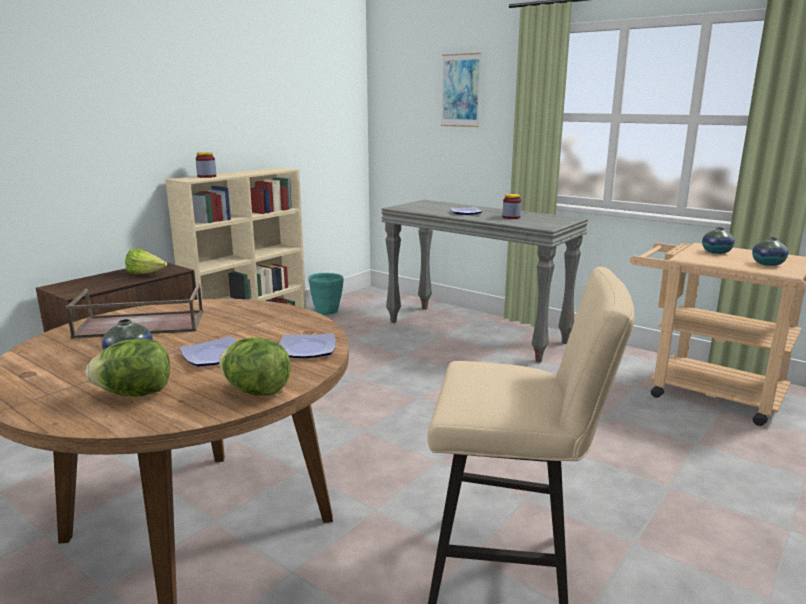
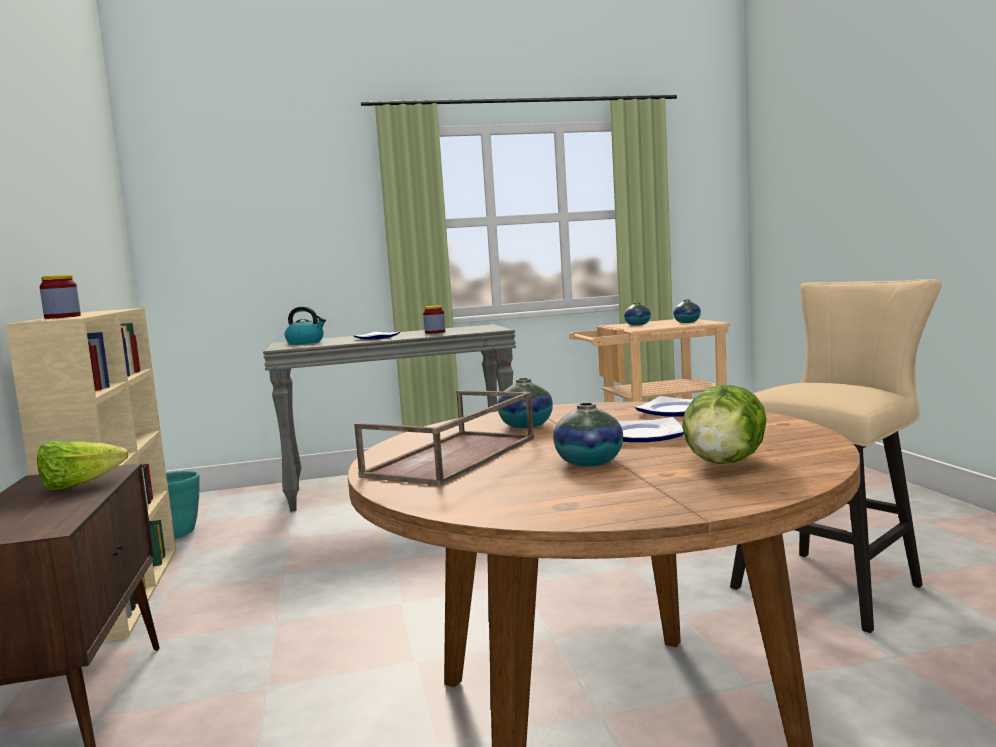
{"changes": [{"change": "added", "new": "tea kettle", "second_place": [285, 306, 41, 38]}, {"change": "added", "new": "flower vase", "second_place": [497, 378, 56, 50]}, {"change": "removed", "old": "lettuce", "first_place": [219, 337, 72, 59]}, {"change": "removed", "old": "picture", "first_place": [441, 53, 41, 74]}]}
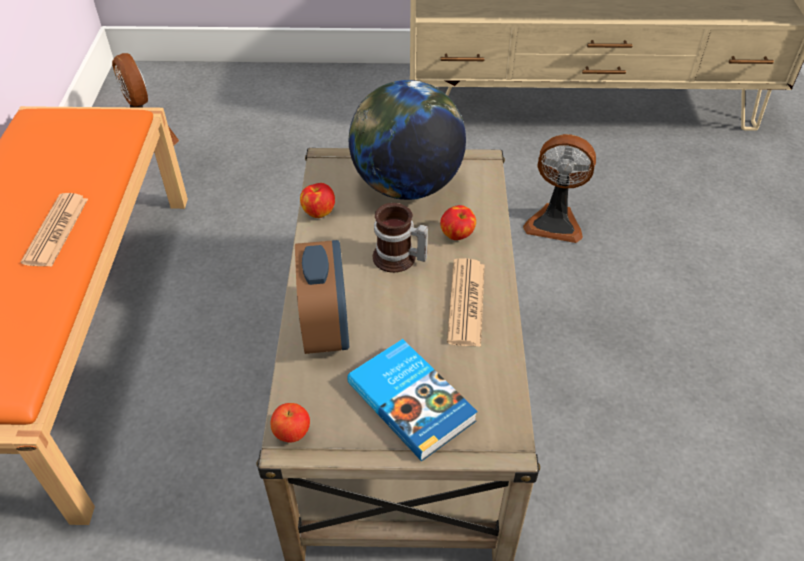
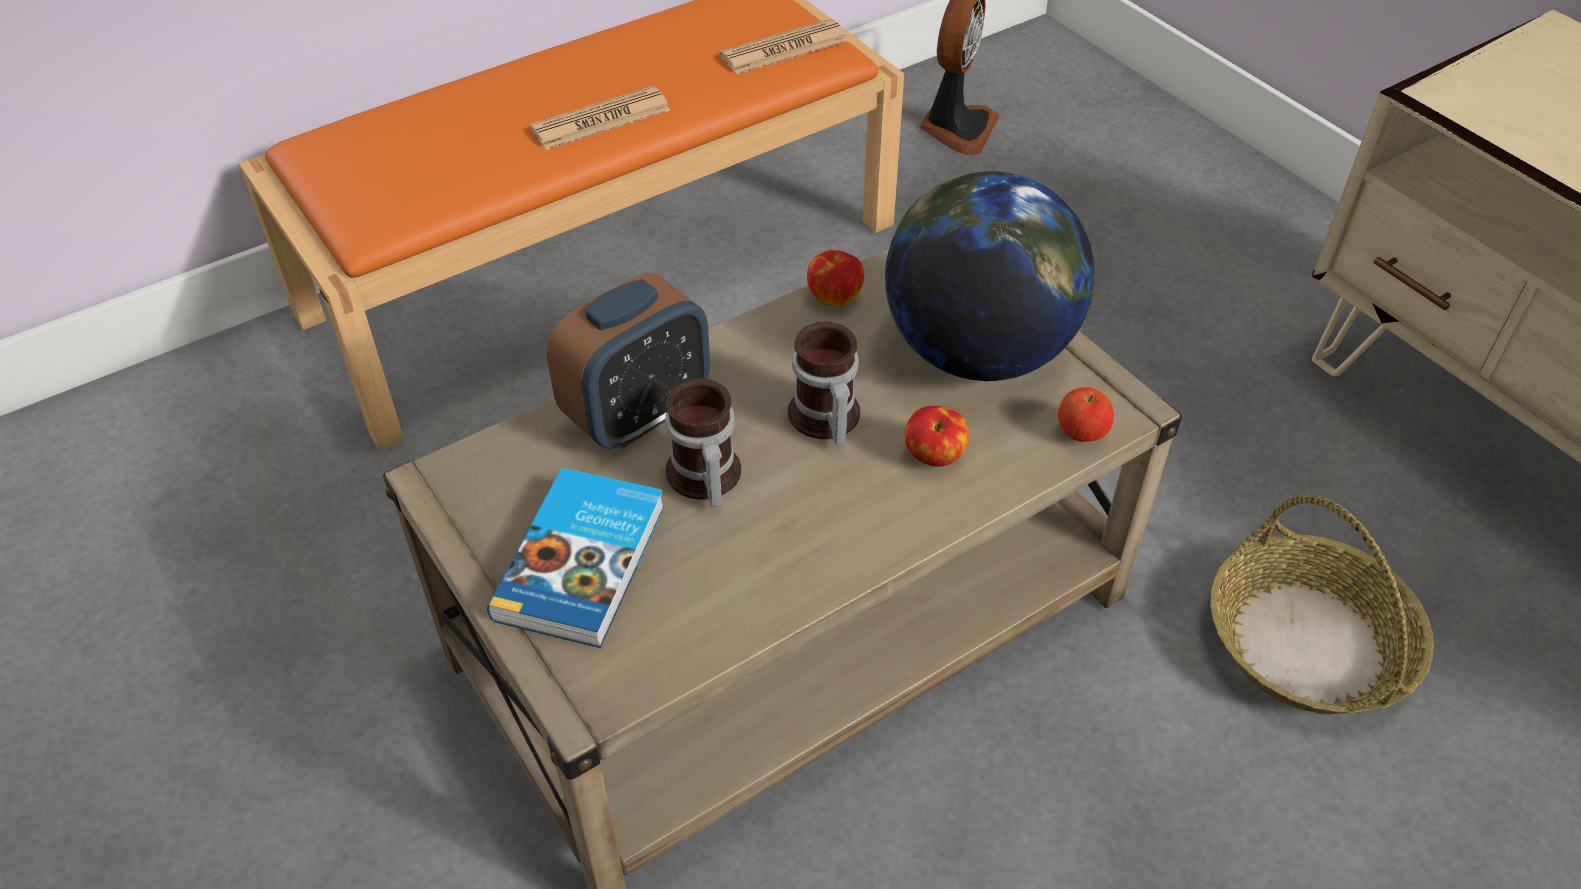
{"changes": [{"change": "added", "new": "tea mug", "second_place": [665, 378, 76, 129]}, {"change": "moved", "old": "newspaper", "first_place": [447, 258, 38, 89], "second_place": [719, 19, 130, 55]}, {"change": "moved", "old": "apple fruit", "first_place": [270, 403, 40, 40], "second_place": [1058, 387, 56, 55]}, {"change": "replaced", "old": "cooling fan", "new": "basket", "first_place": [523, 134, 73, 109], "second_place": [1210, 494, 224, 220]}]}
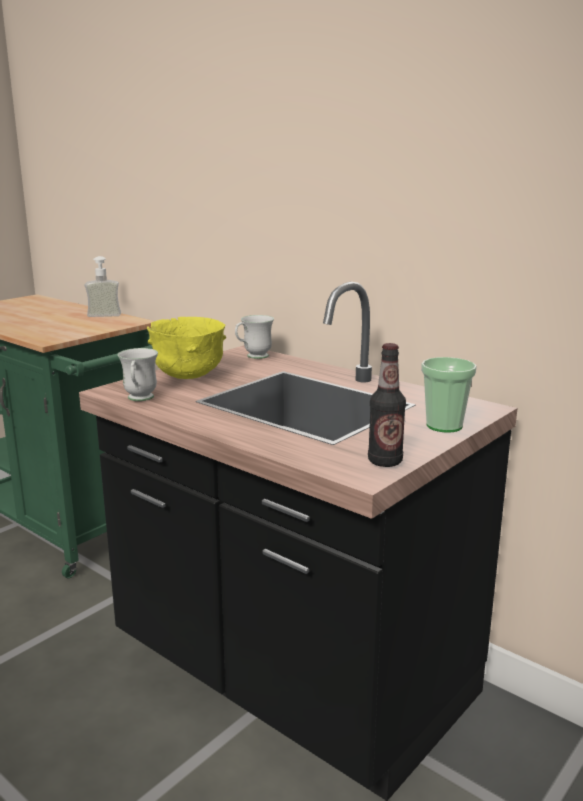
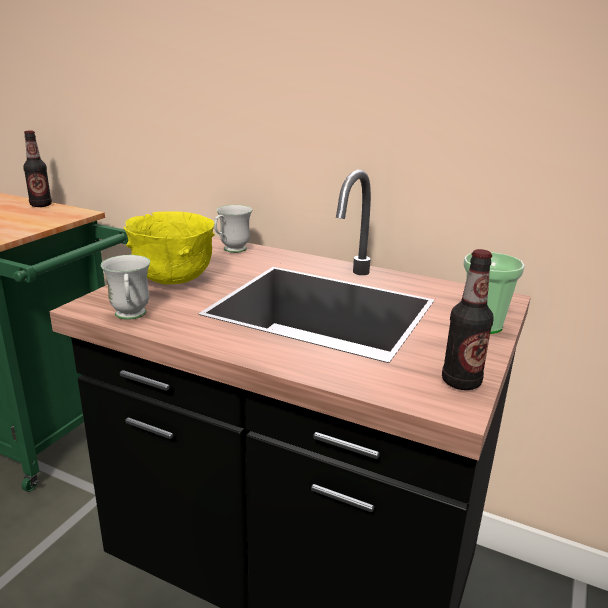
{"changes": [{"change": "replaced", "old": "soap bottle", "new": "beverage bottle", "first_place": [85, 256, 36, 61], "second_place": [23, 131, 29, 76]}]}
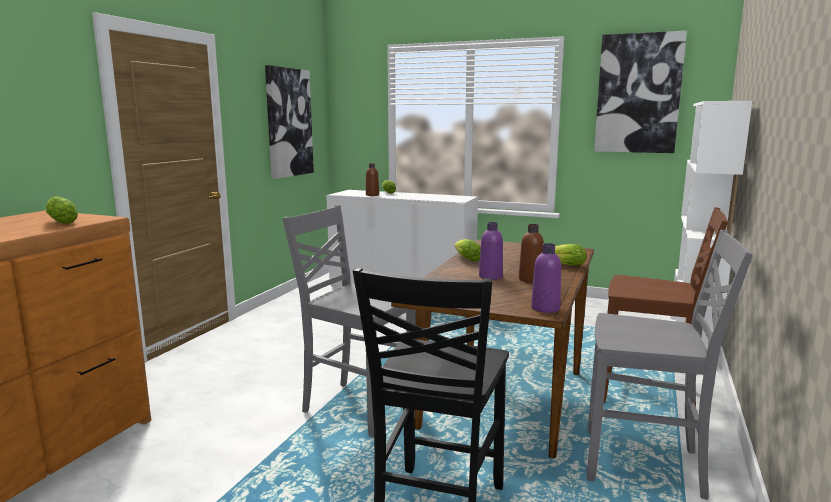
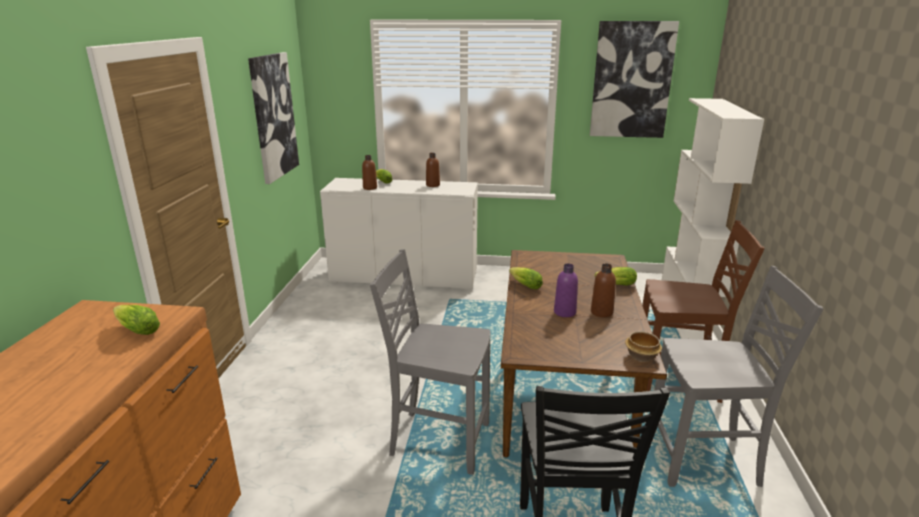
{"changes": [{"change": "added", "new": "brownish beverage bottle", "second_place": [426, 153, 14, 34]}, {"change": "replaced", "old": "purplish beverage bottle", "new": "serving bowl", "first_place": [531, 243, 30, 70], "second_place": [625, 331, 37, 31]}]}
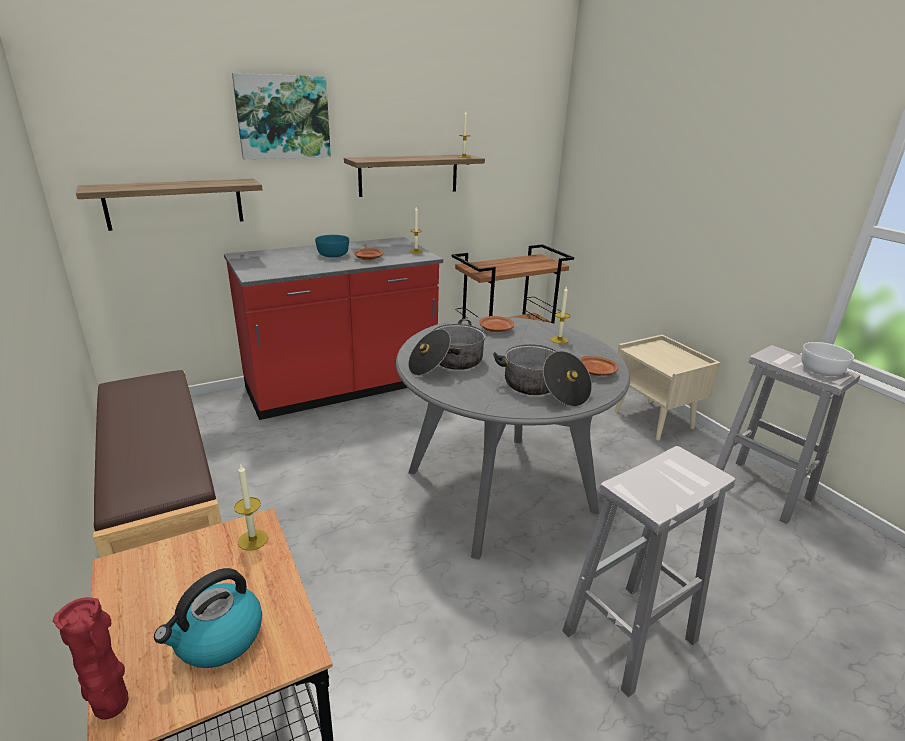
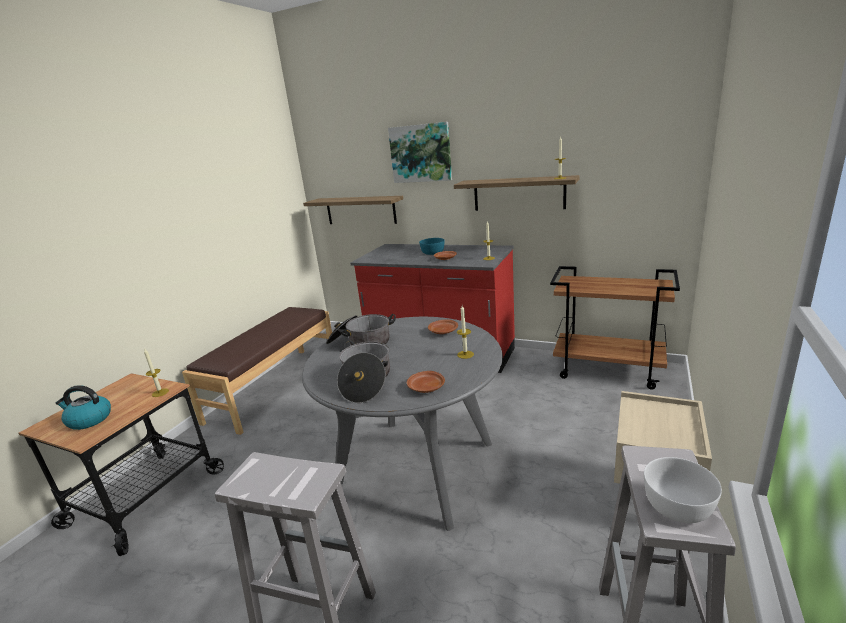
{"changes": [{"change": "removed", "old": "red-coloured flower vase", "first_place": [53, 597, 75, 122]}]}
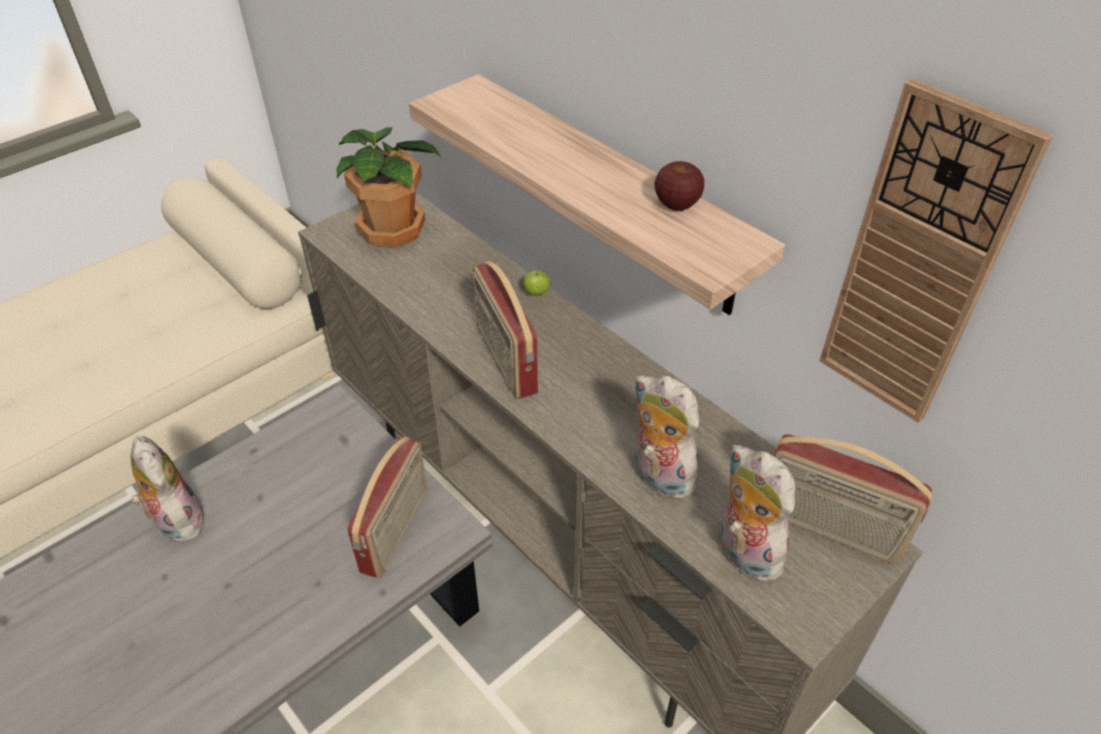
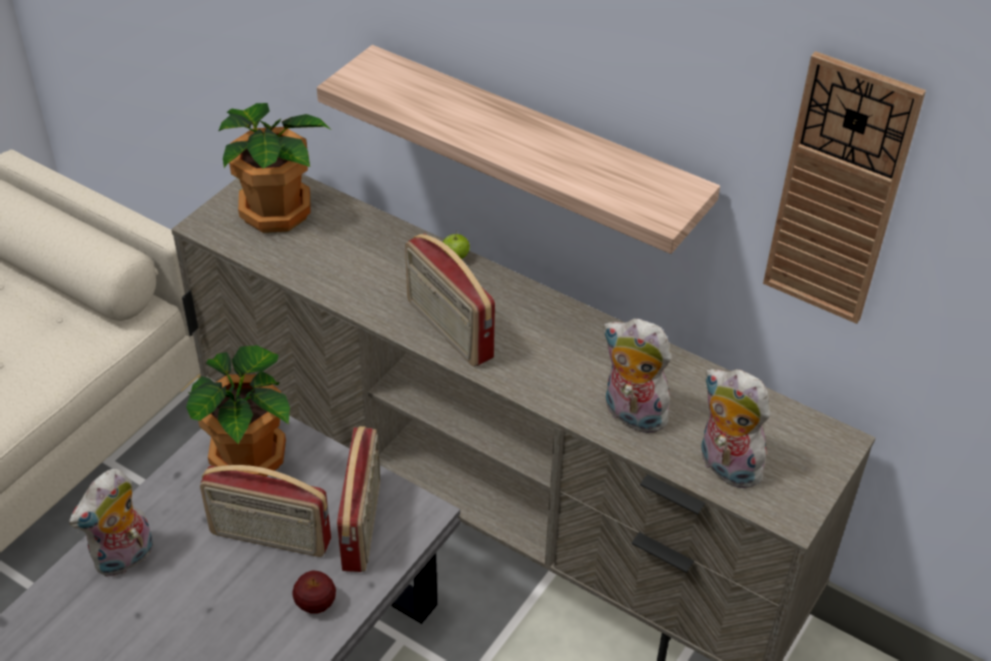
{"changes": [{"change": "turned", "old": "soft toy", "first_place": [131, 436, 74, 106], "second_place": [69, 469, 84, 109], "degrees": -90}, {"change": "added", "new": "houseplant", "second_place": [186, 345, 104, 132]}, {"change": "moved", "old": "radio receiver", "first_place": [773, 434, 159, 130], "second_place": [200, 465, 131, 92]}, {"change": "moved", "old": "apple fruit", "first_place": [654, 161, 50, 50], "second_place": [292, 570, 44, 44]}]}
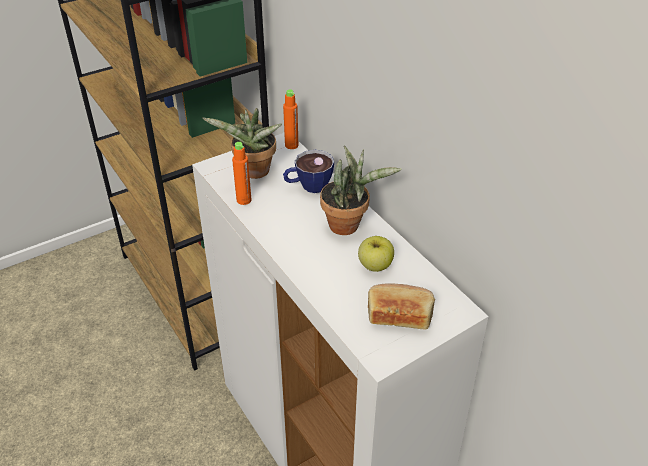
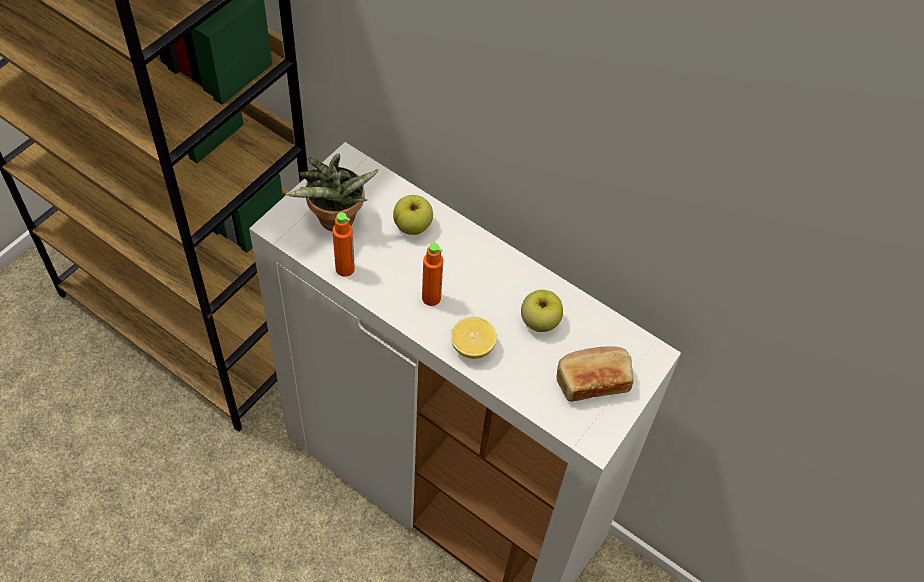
{"changes": [{"change": "replaced", "old": "small cup", "new": "apple fruit", "first_place": [283, 150, 51, 43], "second_place": [393, 195, 40, 40]}, {"change": "moved", "old": "orange-coloured beverage bottle", "first_place": [283, 89, 15, 60], "second_place": [422, 243, 21, 63]}, {"change": "added", "new": "whole lemon", "second_place": [451, 316, 46, 43]}, {"change": "removed", "old": "houseplant", "first_place": [320, 145, 82, 90]}]}
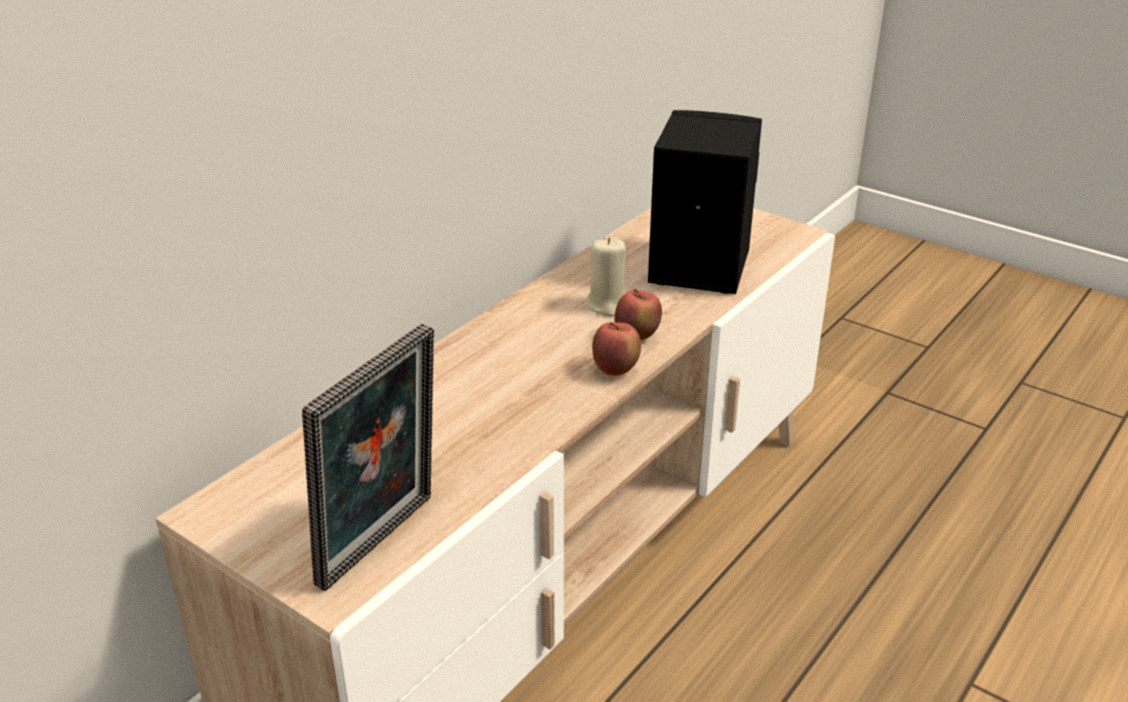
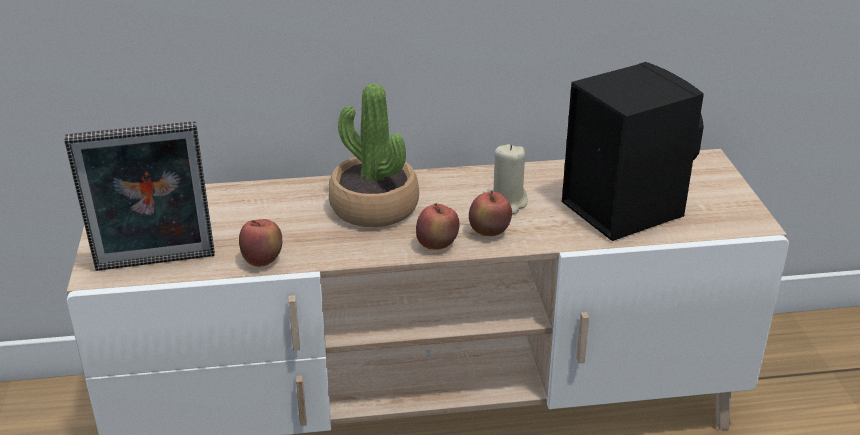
{"changes": [{"change": "added", "new": "apple fruit", "second_place": [239, 219, 43, 48]}, {"change": "added", "new": "houseplant", "second_place": [329, 83, 90, 144]}]}
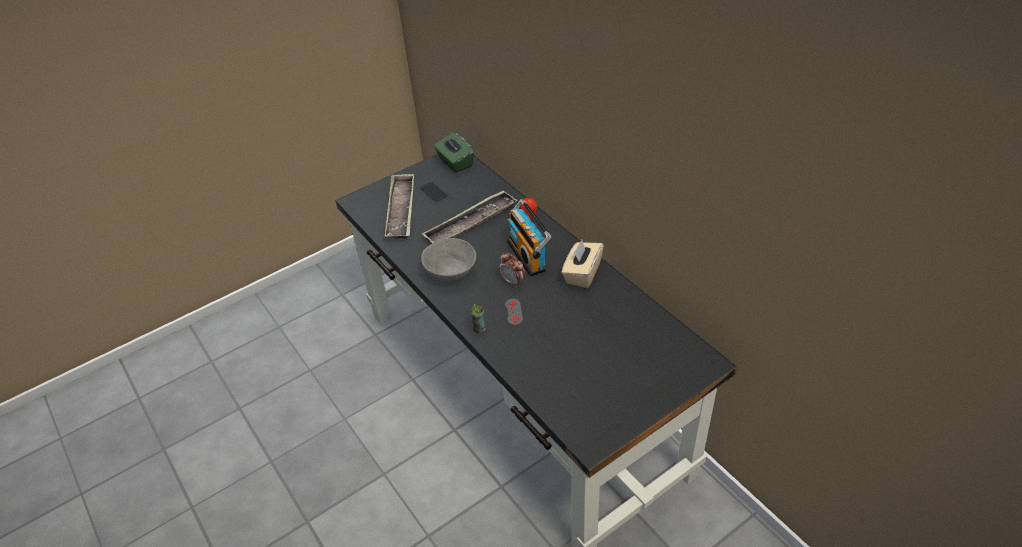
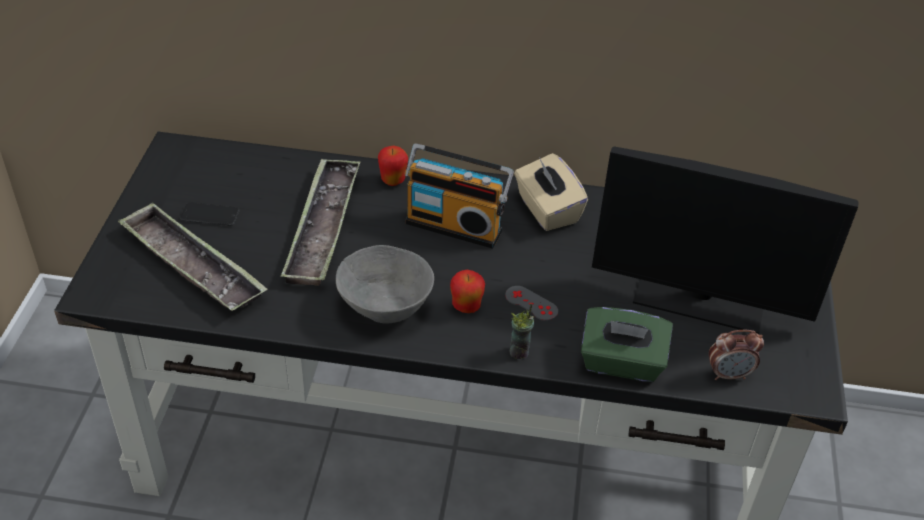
{"changes": [{"change": "added", "new": "apple fruit", "second_place": [450, 270, 35, 43]}, {"change": "moved", "old": "green tissue box", "first_place": [434, 132, 40, 41], "second_place": [581, 307, 92, 75]}, {"change": "added", "new": "monitor", "second_place": [592, 146, 267, 188]}, {"change": "moved", "old": "alarm clock", "first_place": [499, 253, 26, 34], "second_place": [709, 330, 55, 50]}]}
